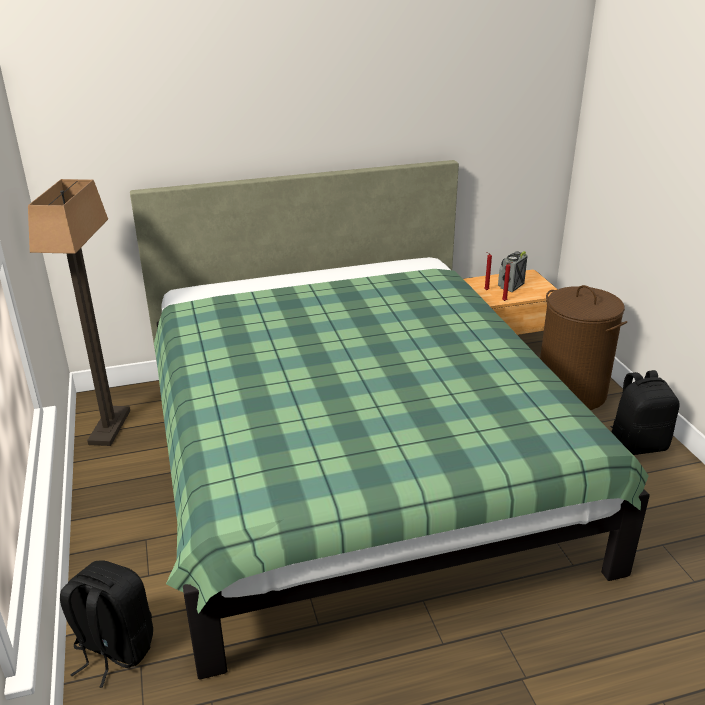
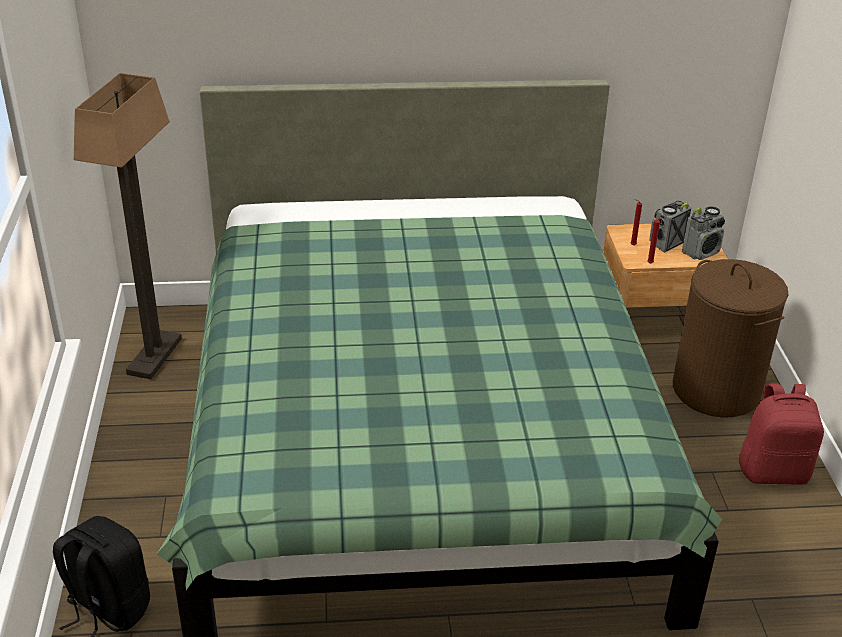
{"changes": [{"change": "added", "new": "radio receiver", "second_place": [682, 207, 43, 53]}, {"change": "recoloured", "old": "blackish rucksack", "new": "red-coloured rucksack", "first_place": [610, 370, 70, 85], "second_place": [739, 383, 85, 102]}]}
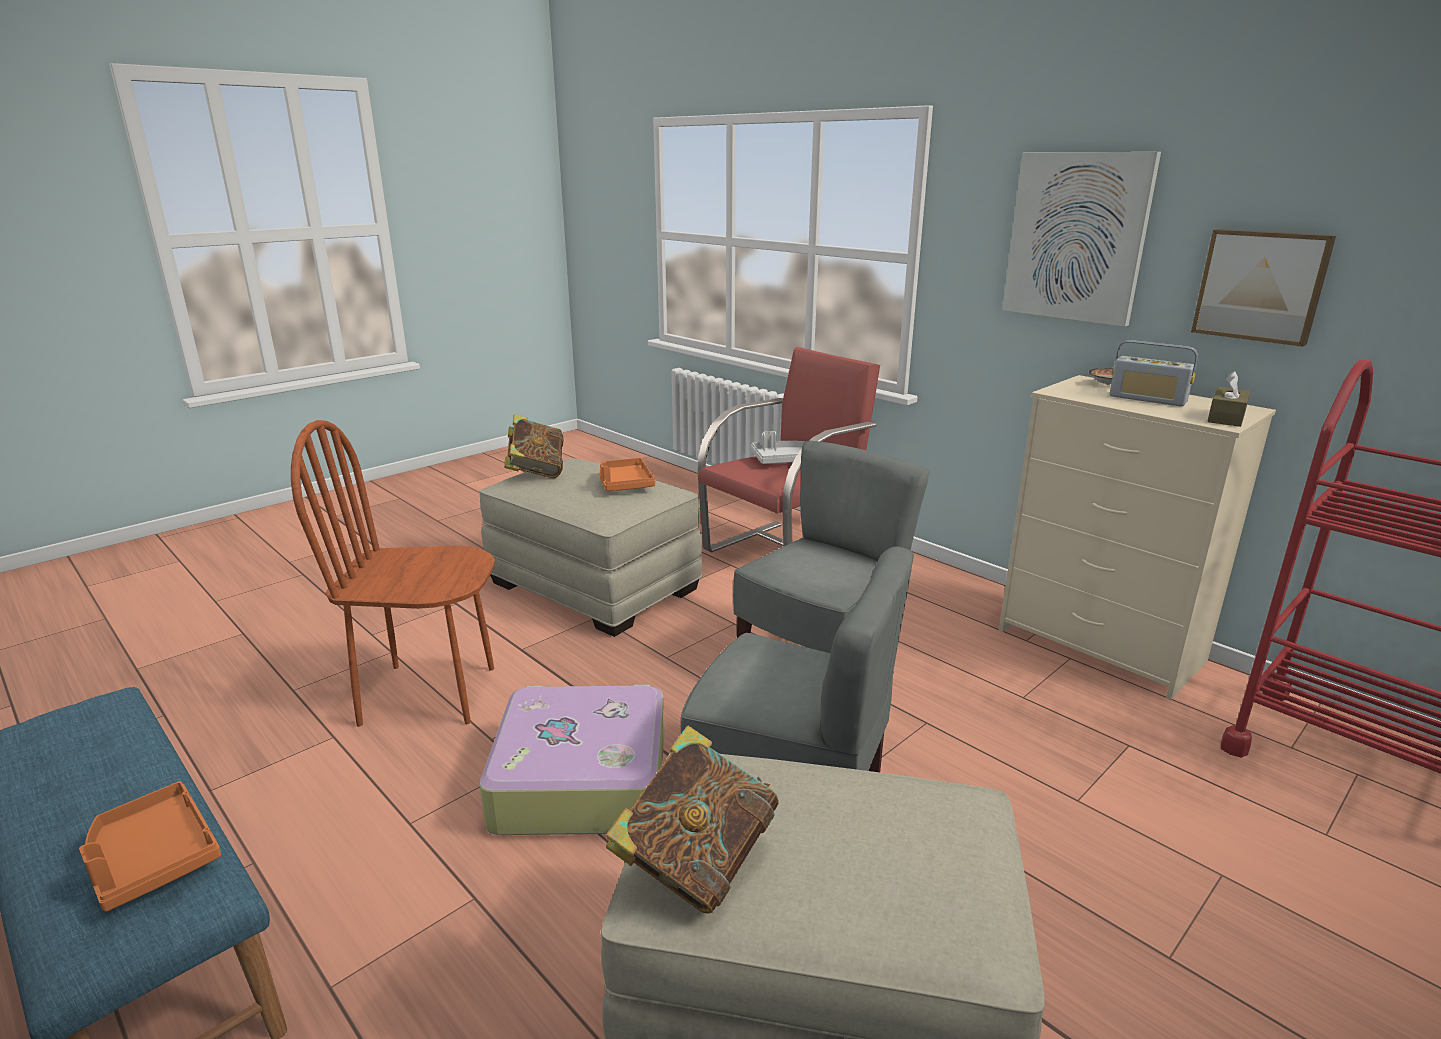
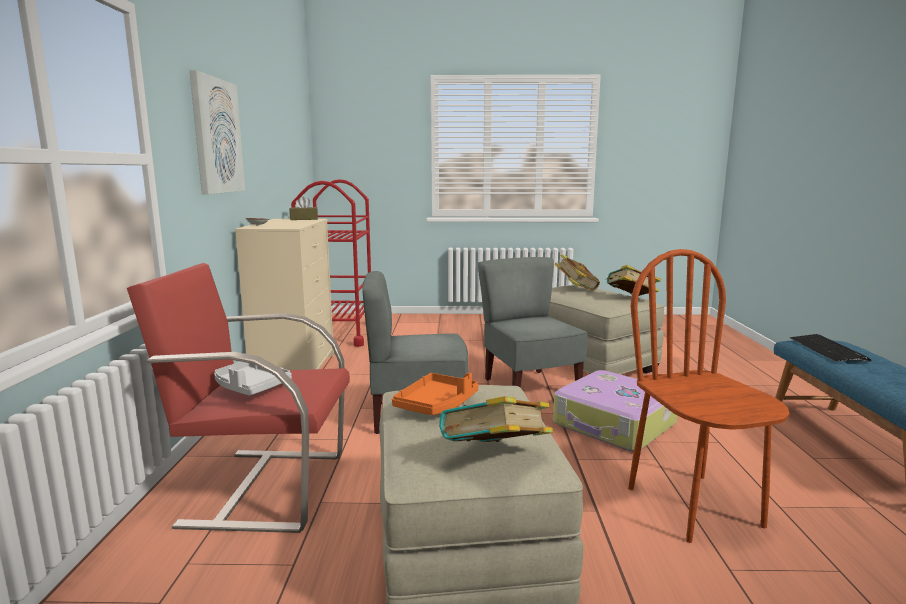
{"changes": [{"change": "added", "new": "book", "second_place": [555, 254, 45, 37]}, {"change": "turned", "old": "brownish plain chair", "first_place": [291, 420, 204, 307], "second_place": [628, 249, 162, 294], "degrees": -150}, {"change": "replaced", "old": "orange-coloured serving tray", "new": "PC keyboard", "first_place": [79, 781, 142, 131], "second_place": [790, 334, 82, 28]}, {"change": "removed", "old": "radio receiver", "first_place": [1110, 340, 88, 67]}, {"change": "removed", "old": "picture", "first_place": [1191, 229, 145, 118]}]}
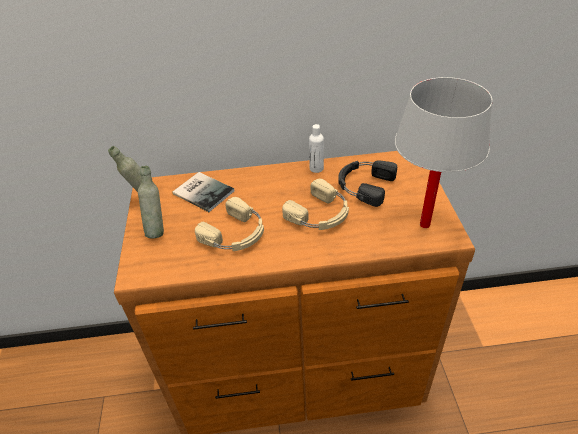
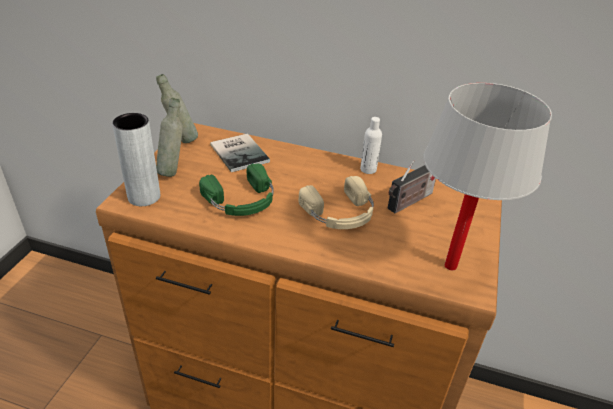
{"changes": [{"change": "added", "new": "grey flower vase", "second_place": [112, 113, 48, 93]}, {"change": "recoloured", "old": "beige-coloured headphones", "new": "green headphones", "first_place": [195, 197, 69, 54], "second_place": [199, 164, 75, 52]}, {"change": "replaced", "old": "blackish headphones", "new": "radio receiver", "first_place": [338, 160, 59, 47], "second_place": [388, 160, 48, 53]}]}
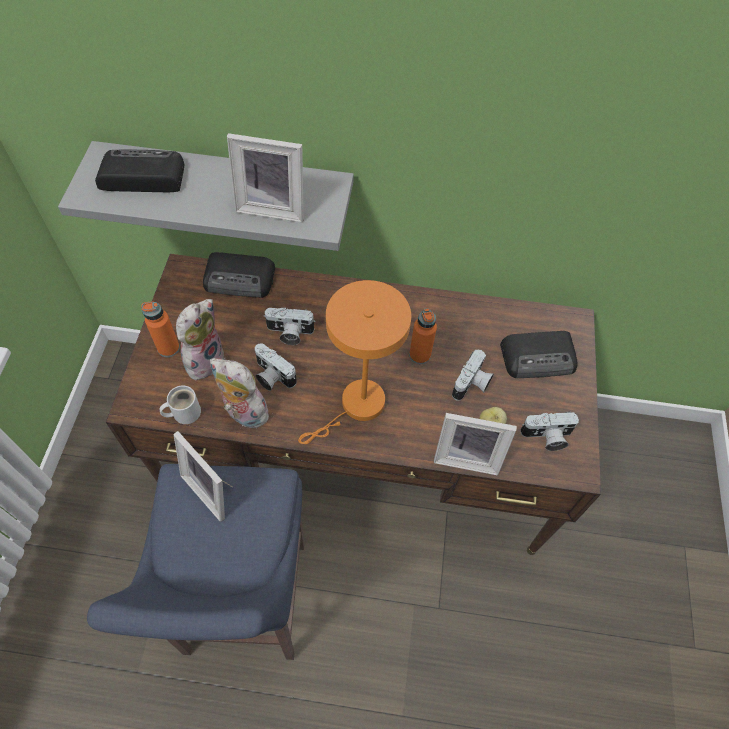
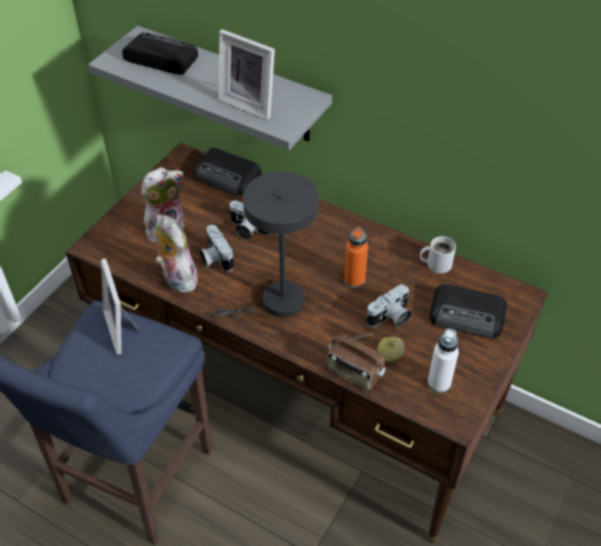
{"changes": [{"change": "recoloured", "old": "orange-coloured tabletop lamp", "new": "grey tabletop lamp", "first_place": [298, 280, 113, 164], "second_place": [210, 171, 109, 147]}, {"change": "replaced", "old": "photo frame", "new": "radio receiver", "first_place": [434, 413, 83, 63], "second_place": [327, 334, 59, 57]}, {"change": "moved", "old": "white-coloured tea mug", "first_place": [160, 385, 41, 39], "second_place": [420, 236, 36, 37]}, {"change": "replaced", "old": "still camera", "new": "white-coloured beverage bottle", "first_place": [520, 412, 59, 39], "second_place": [428, 329, 31, 64]}, {"change": "removed", "old": "orange-coloured beverage bottle", "first_place": [141, 301, 39, 56]}]}
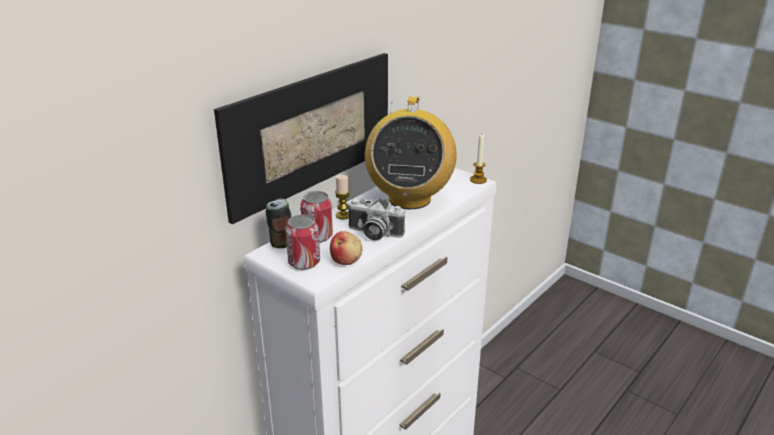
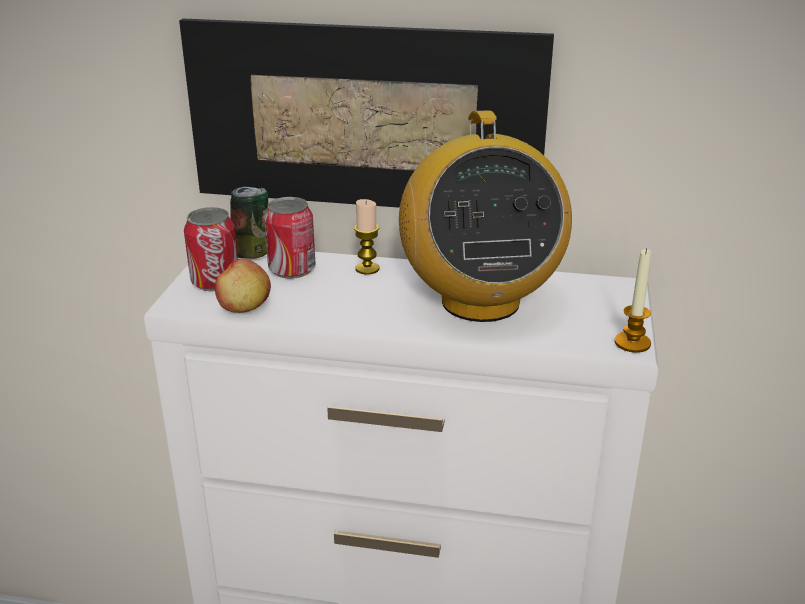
{"changes": [{"change": "turned", "old": "radio receiver", "first_place": [365, 97, 92, 112], "second_place": [399, 110, 173, 212], "degrees": -75}, {"change": "removed", "old": "still camera", "first_place": [348, 198, 57, 42]}]}
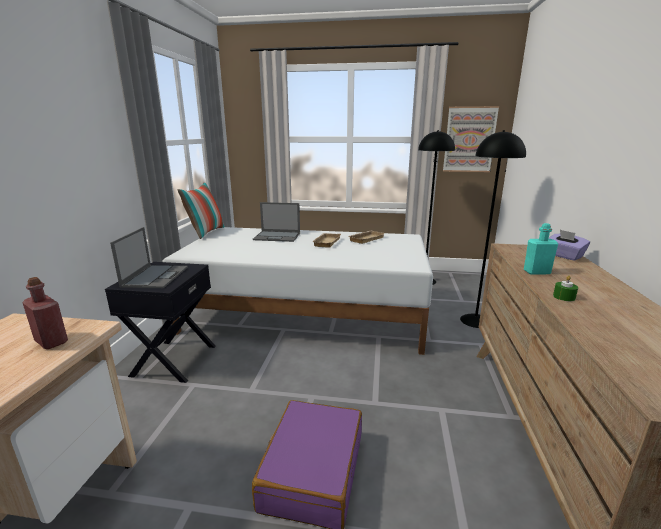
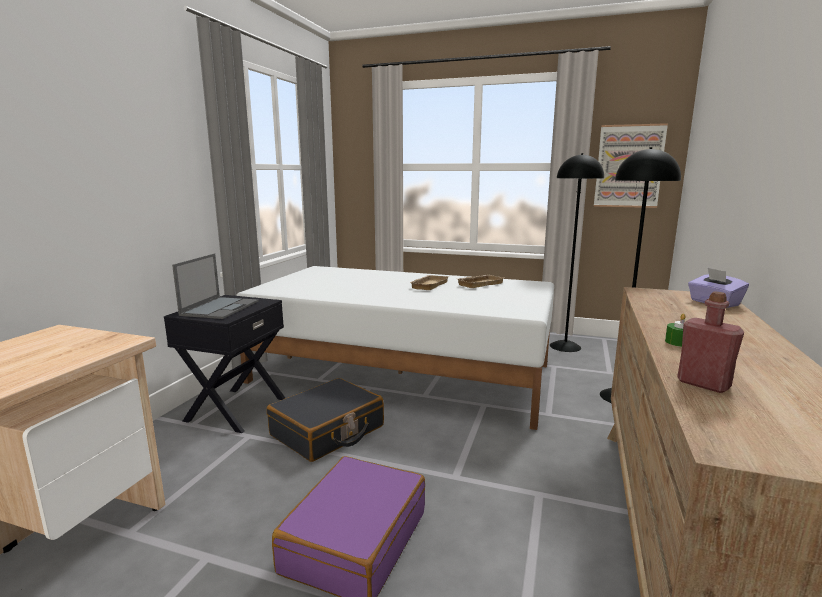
{"changes": [{"change": "added", "new": "blackish suitcase", "second_place": [267, 378, 117, 84]}, {"change": "moved", "old": "red-coloured beverage bottle", "first_place": [22, 277, 46, 72], "second_place": [677, 292, 67, 101]}, {"change": "removed", "old": "cushion", "first_place": [177, 182, 48, 57]}, {"change": "removed", "old": "portable computer", "first_place": [253, 202, 47, 40]}, {"change": "removed", "old": "turquoise beverage bottle", "first_place": [524, 223, 34, 51]}]}
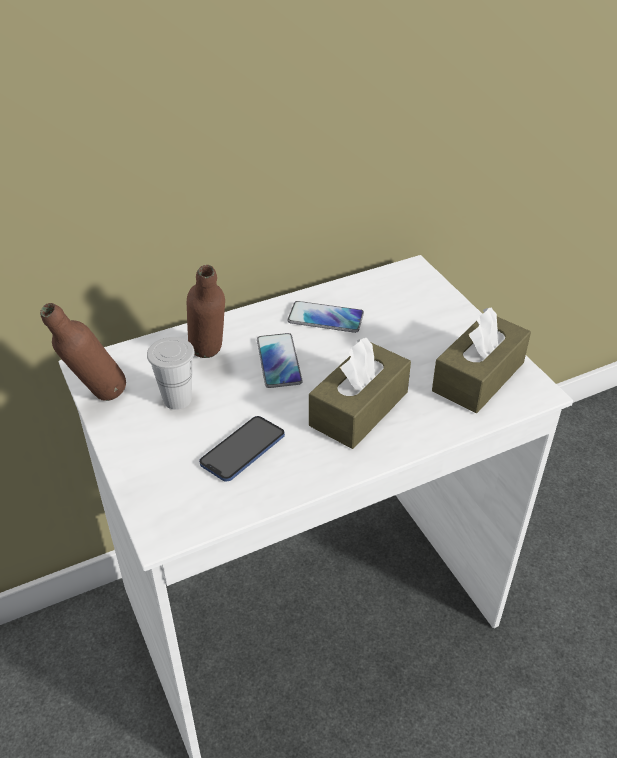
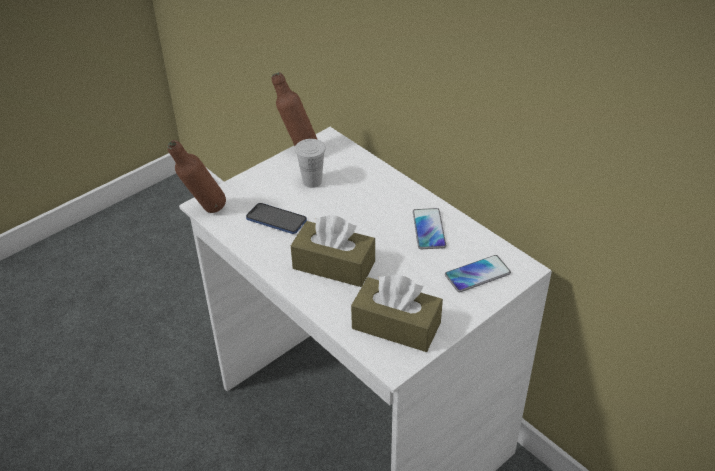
{"changes": [{"change": "moved", "old": "brownish beverage bottle", "first_place": [187, 265, 38, 93], "second_place": [167, 140, 59, 73]}, {"change": "moved", "old": "handset", "first_place": [257, 333, 46, 55], "second_place": [445, 255, 66, 37]}]}
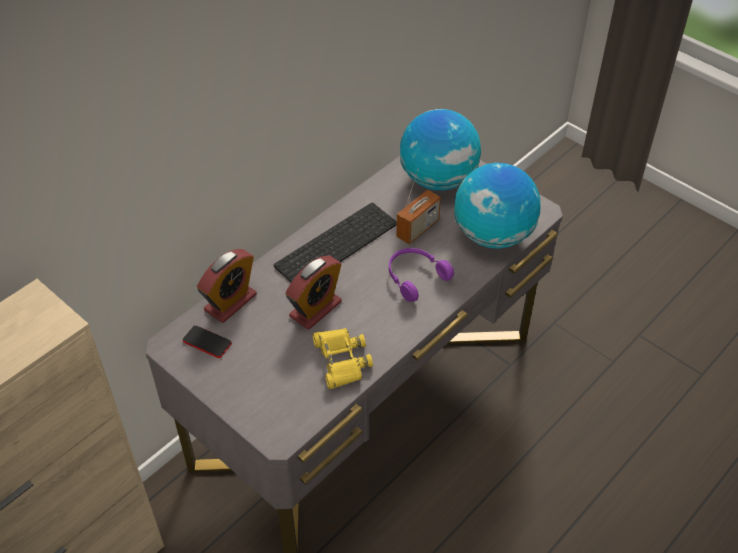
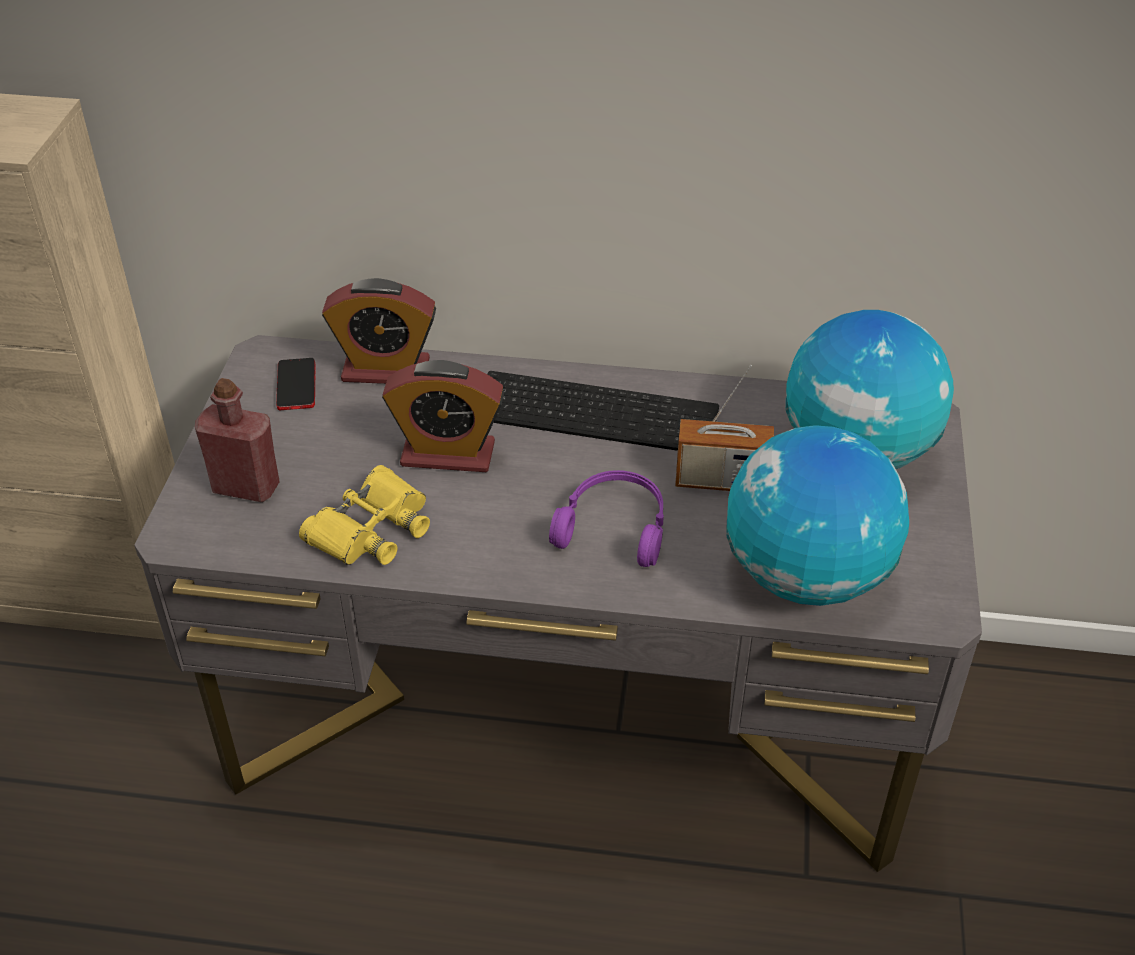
{"changes": [{"change": "added", "new": "red-coloured beverage bottle", "second_place": [195, 378, 84, 124]}]}
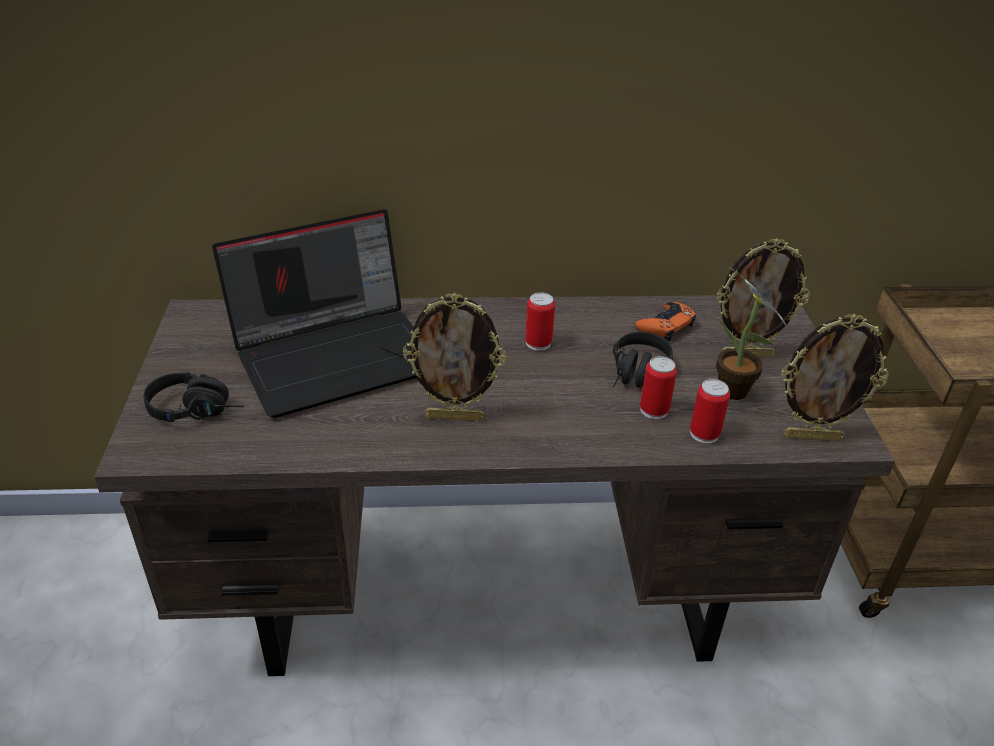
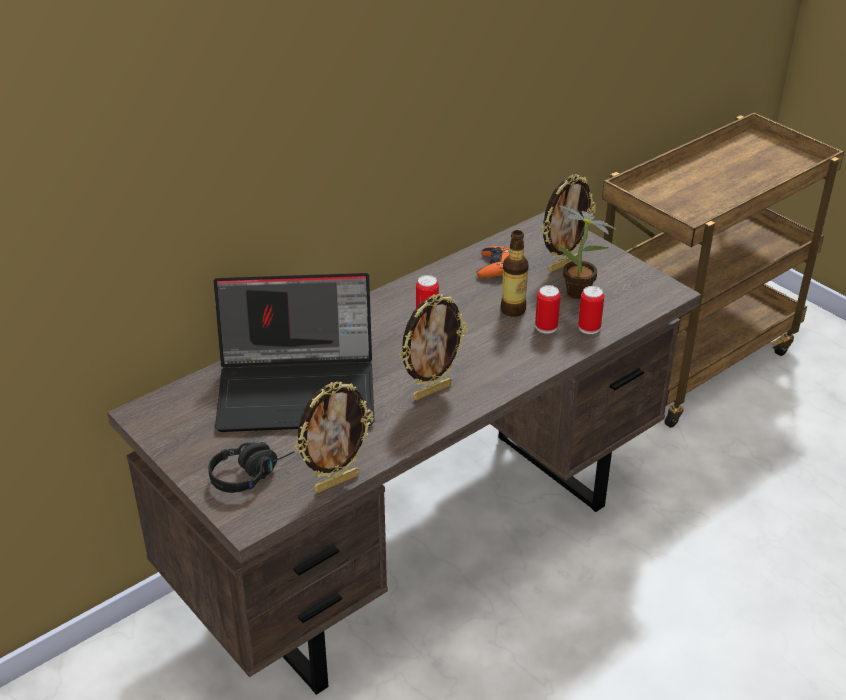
{"changes": [{"change": "turned", "old": "portable computer", "first_place": [212, 209, 205, 209], "second_place": [214, 273, 160, 159], "degrees": 60}, {"change": "moved", "old": "photo frame", "first_place": [781, 314, 108, 128], "second_place": [295, 382, 79, 111]}, {"change": "replaced", "old": "blackish headphones", "new": "beverage bottle", "first_place": [613, 332, 60, 56], "second_place": [501, 230, 28, 87]}]}
